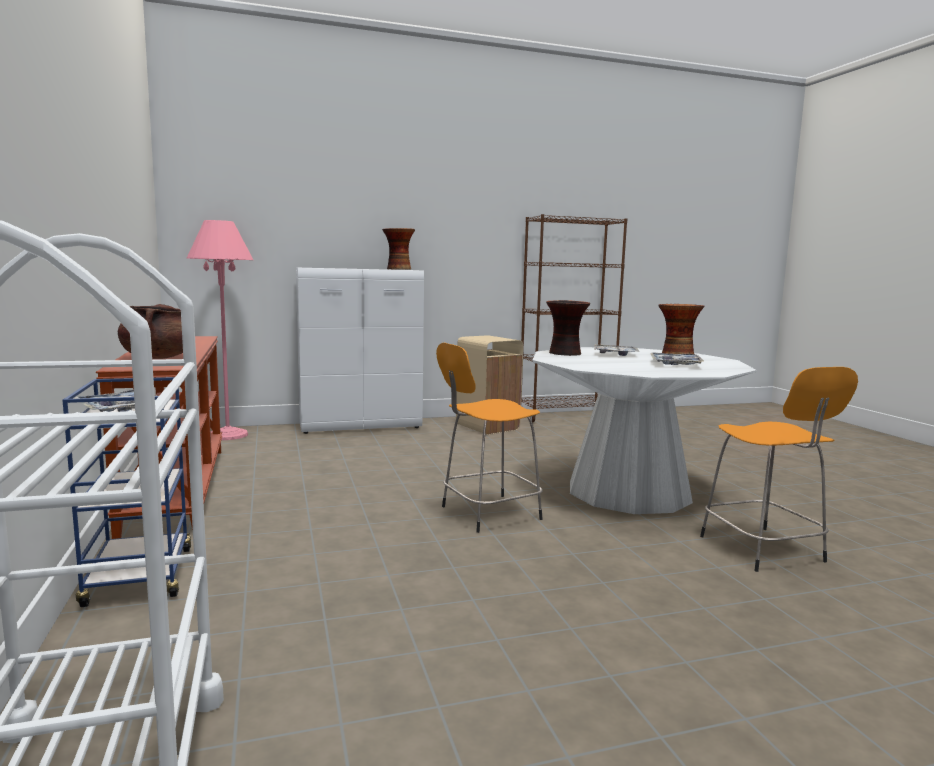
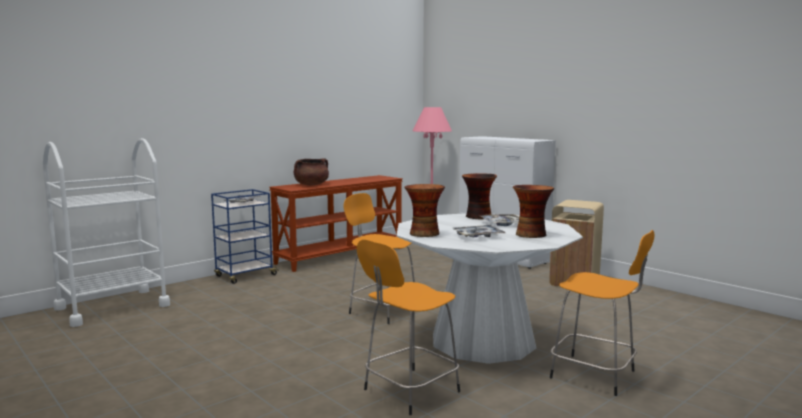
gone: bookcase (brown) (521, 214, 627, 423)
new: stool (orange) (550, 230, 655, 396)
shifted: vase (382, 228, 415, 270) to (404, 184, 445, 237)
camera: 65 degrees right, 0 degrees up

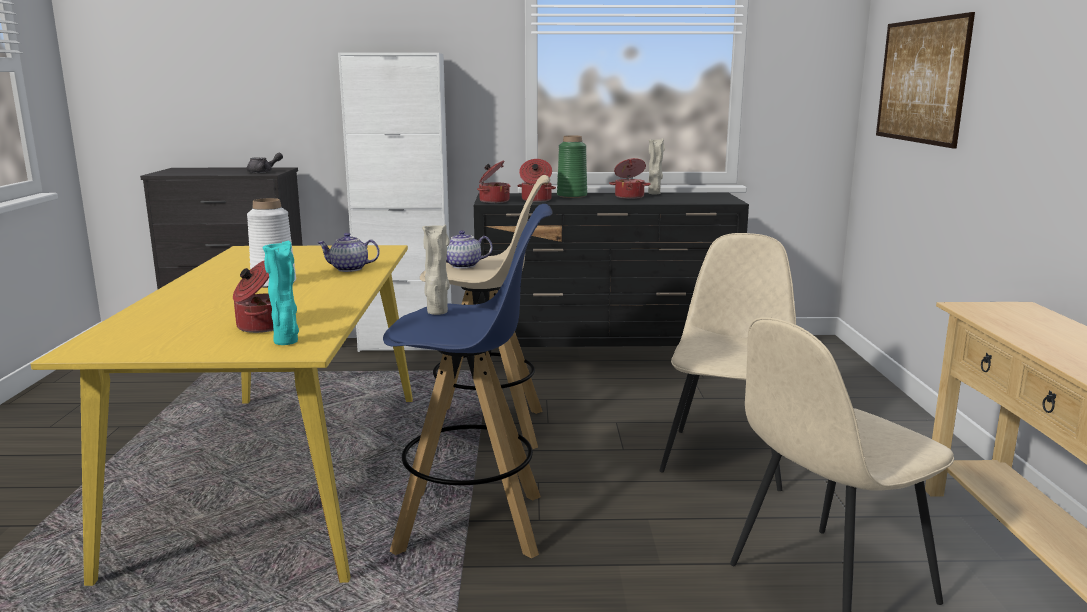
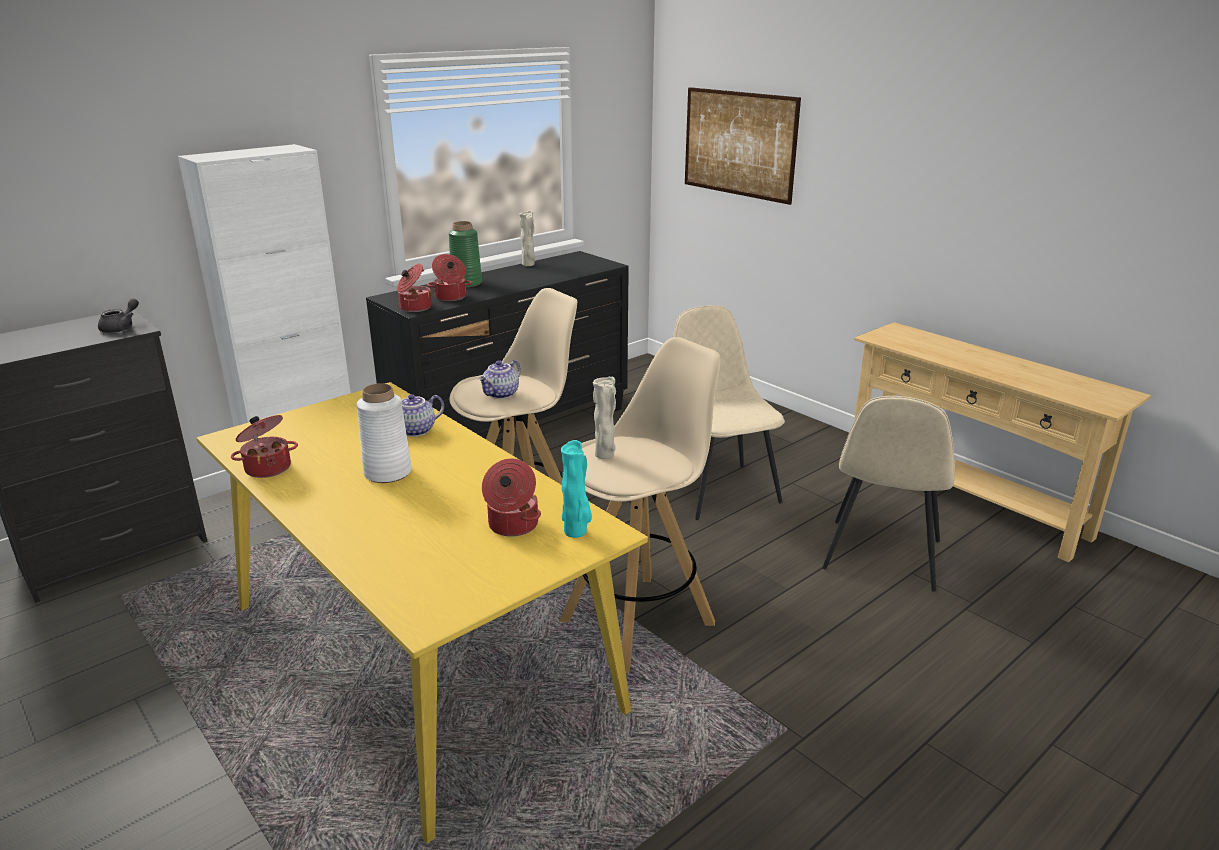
shifted: cooking pot (609, 158, 651, 199) to (231, 415, 298, 478)
repainted: stool (blue) (383, 204, 553, 558) to stool (beige) (560, 337, 720, 673)
camera: 40 degrees left, 10 degrees up

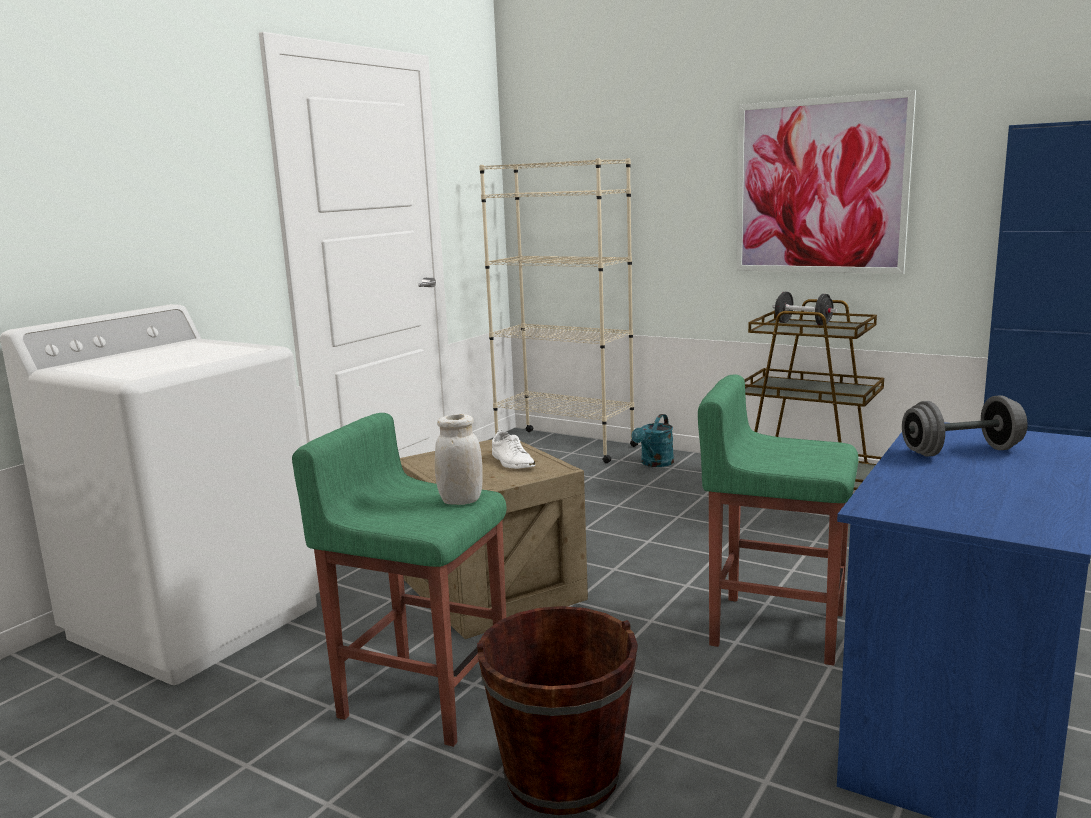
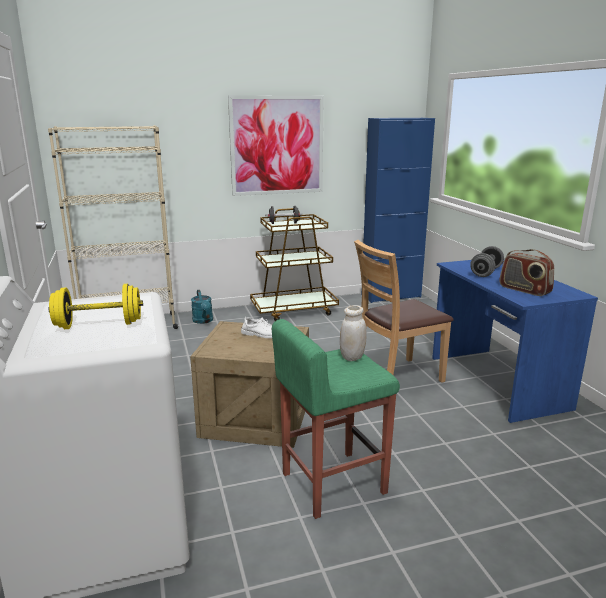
gone: bucket (brown) (477, 606, 638, 815)
new: radio (499, 249, 554, 296); dumbbell (yellow) (48, 284, 143, 329)
swapped: stool (green) (698, 374, 859, 666) to chair (brown) (354, 240, 454, 383)
camera: 50 degrees left, 5 degrees up

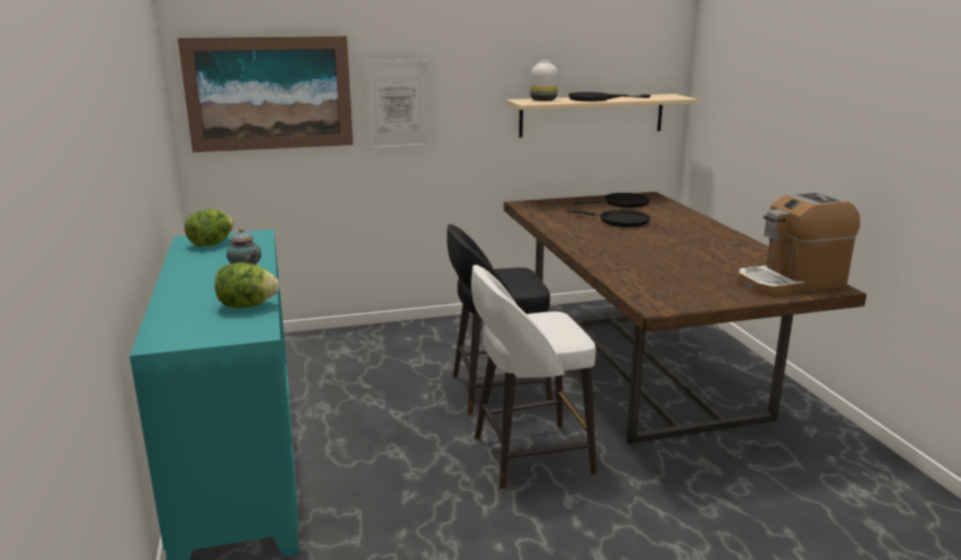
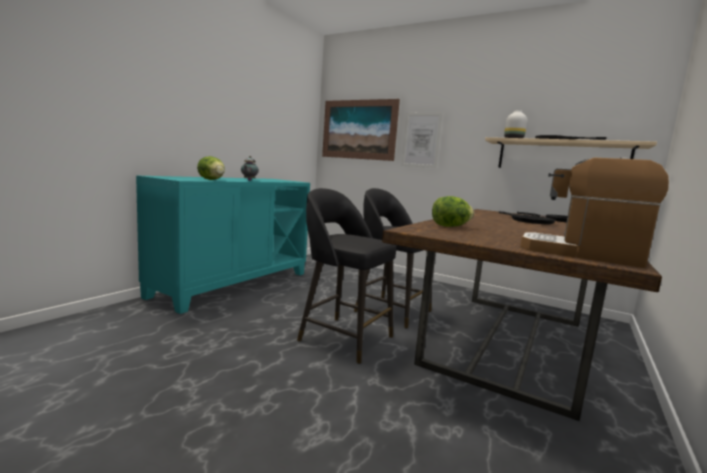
shifted: lettuce (184, 209, 234, 246) to (432, 196, 474, 227)
repainted: stool (white) (471, 265, 597, 490) to stool (black) (297, 188, 396, 364)
camera: 45 degrees right, 10 degrees down

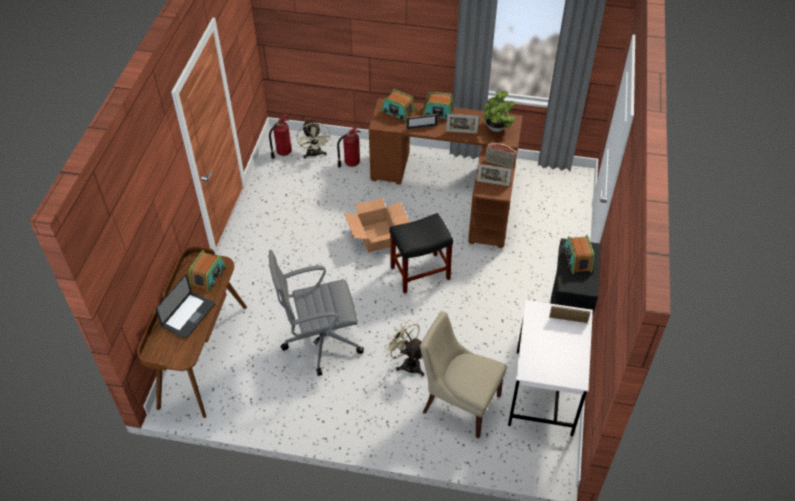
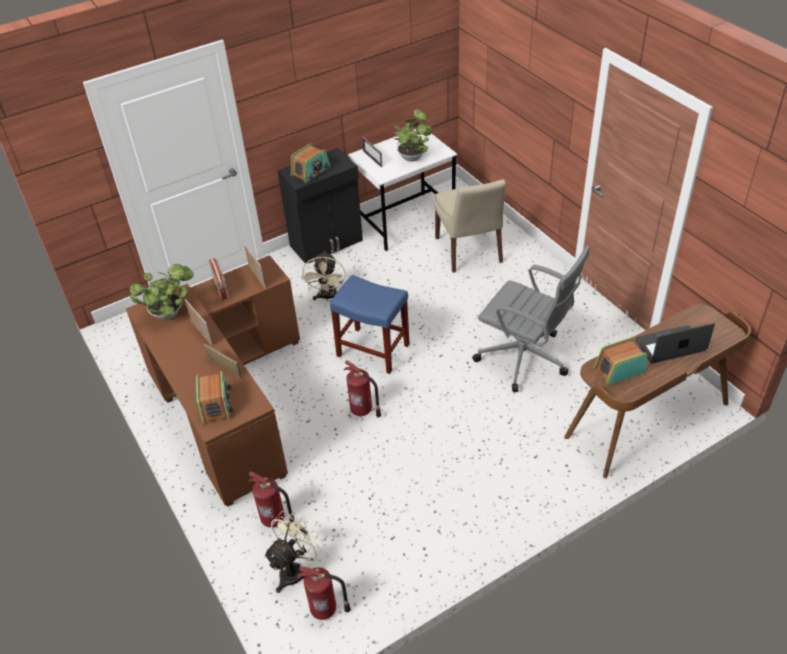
gone: radio (422, 92, 455, 119)
new: potted plant (393, 109, 432, 162)
shifted: fan (beige) (384, 320, 424, 376) to (302, 251, 346, 301)
swapped: cardboard box (344, 198, 410, 253) to fire extinguisher (344, 360, 381, 417)
repainted: stool (black) (389, 213, 453, 294) to stool (blue) (330, 275, 410, 374)
camera: 130 degrees left, 5 degrees down

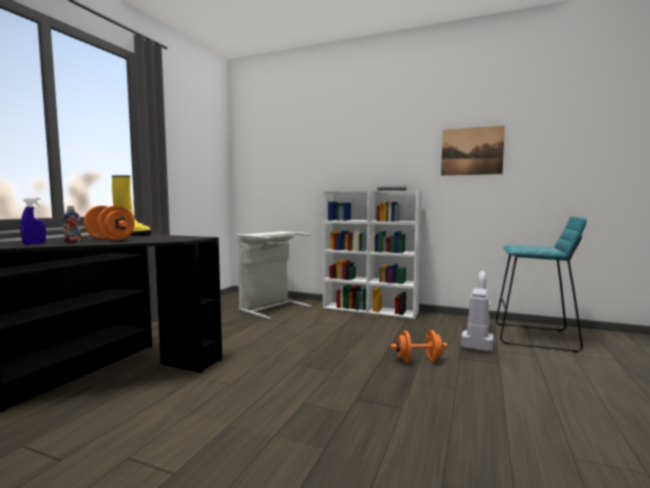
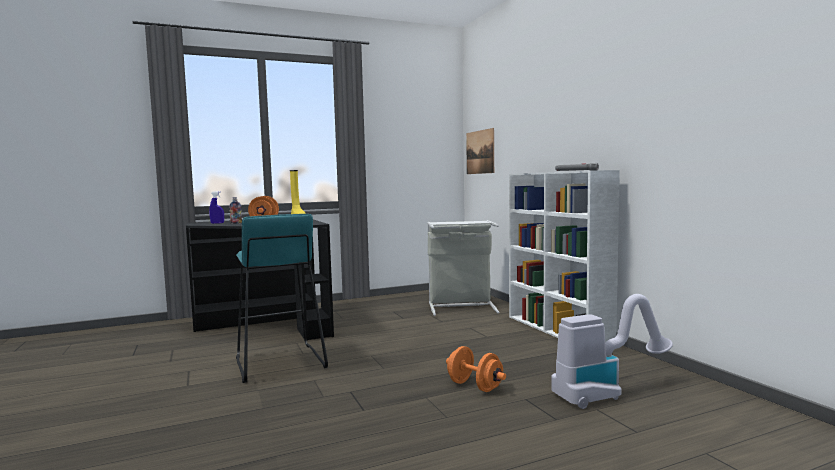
shifted: picture (441, 125, 505, 176) to (466, 128, 494, 174); stool (turquoise) (496, 217, 587, 353) to (236, 214, 328, 383)
camera: 45 degrees right, 0 degrees up

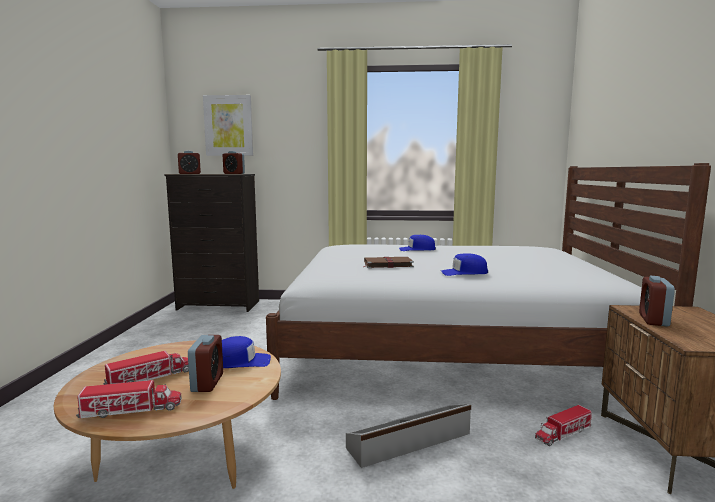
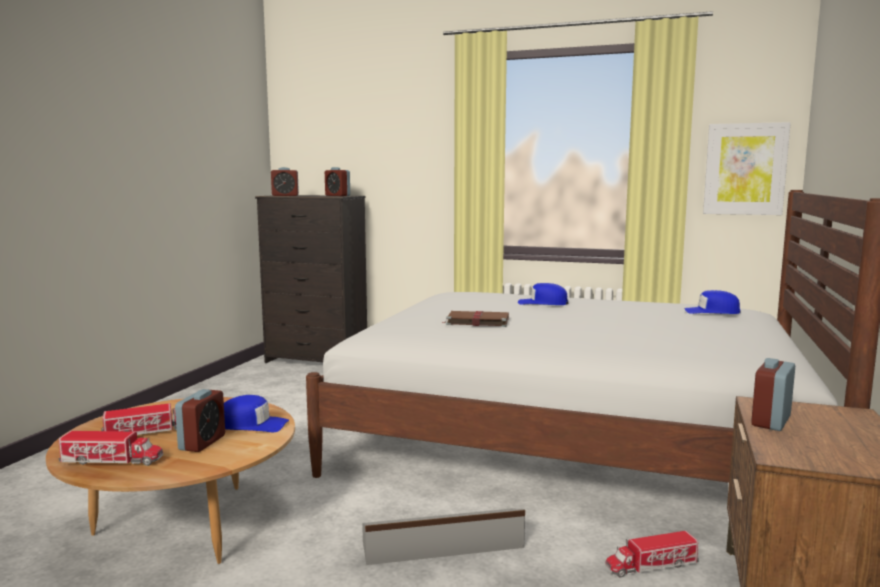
shifted: picture (203, 95, 253, 156) to (703, 122, 791, 215); cap (blue) (441, 253, 488, 276) to (684, 290, 741, 314)
camera: 15 degrees right, 0 degrees up

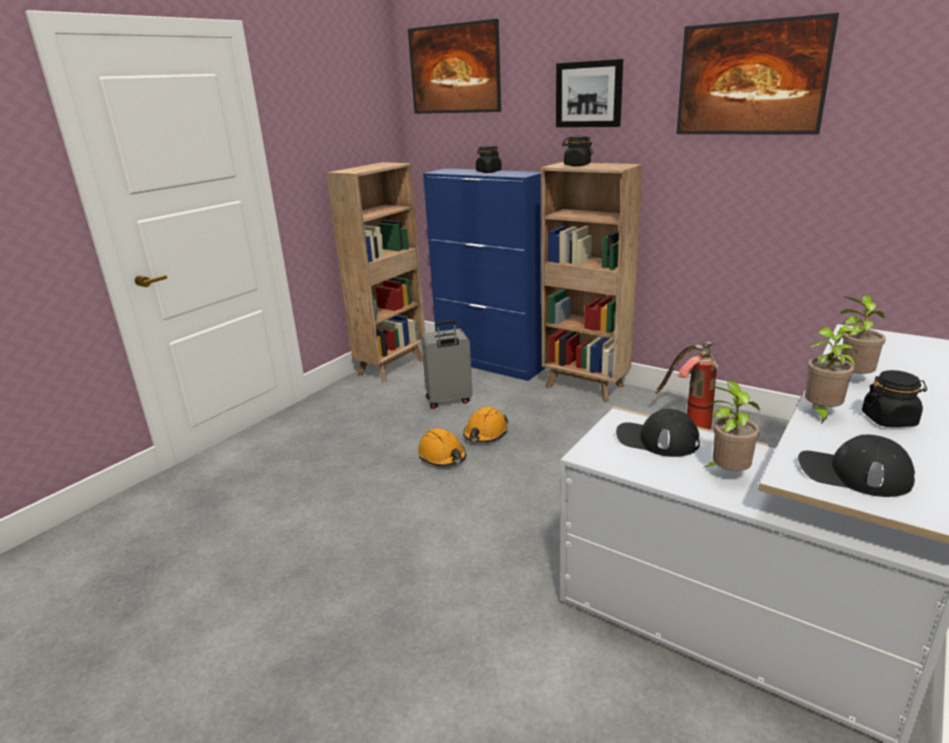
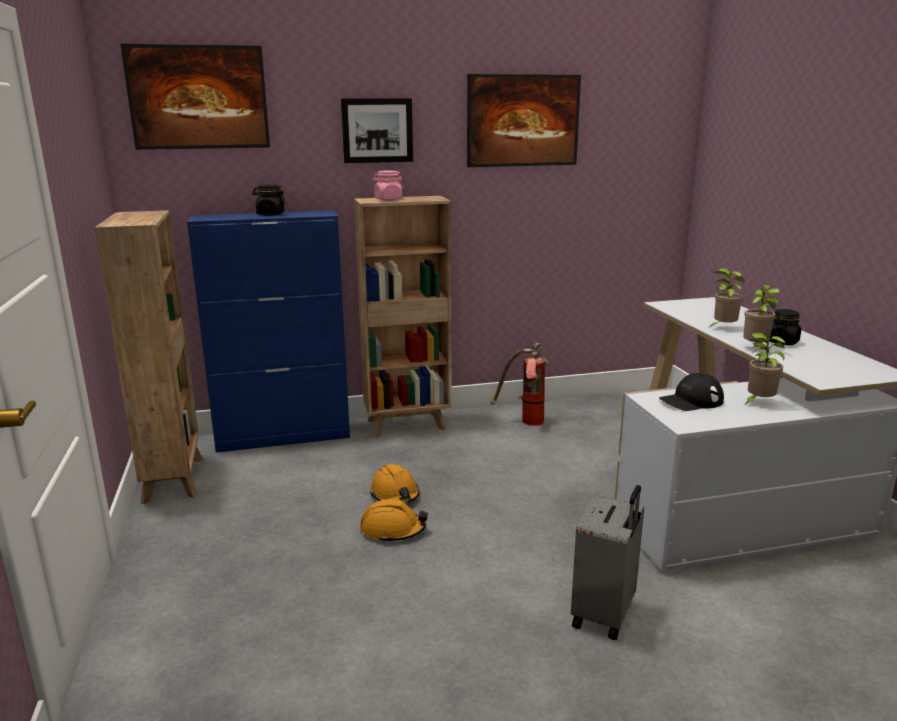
gone: cap (black) (798, 435, 915, 497)
shifted: suitcase (grey) (421, 320, 473, 409) to (571, 485, 644, 640)
repainted: jar (black) (562, 136, 593, 166) to jar (pink) (372, 170, 403, 201)
camera: 50 degrees left, 5 degrees down

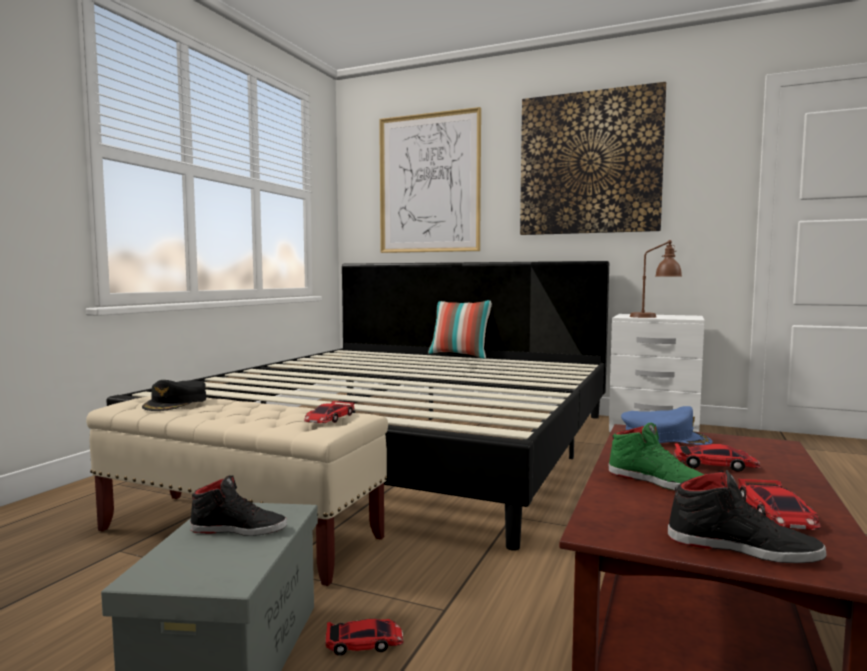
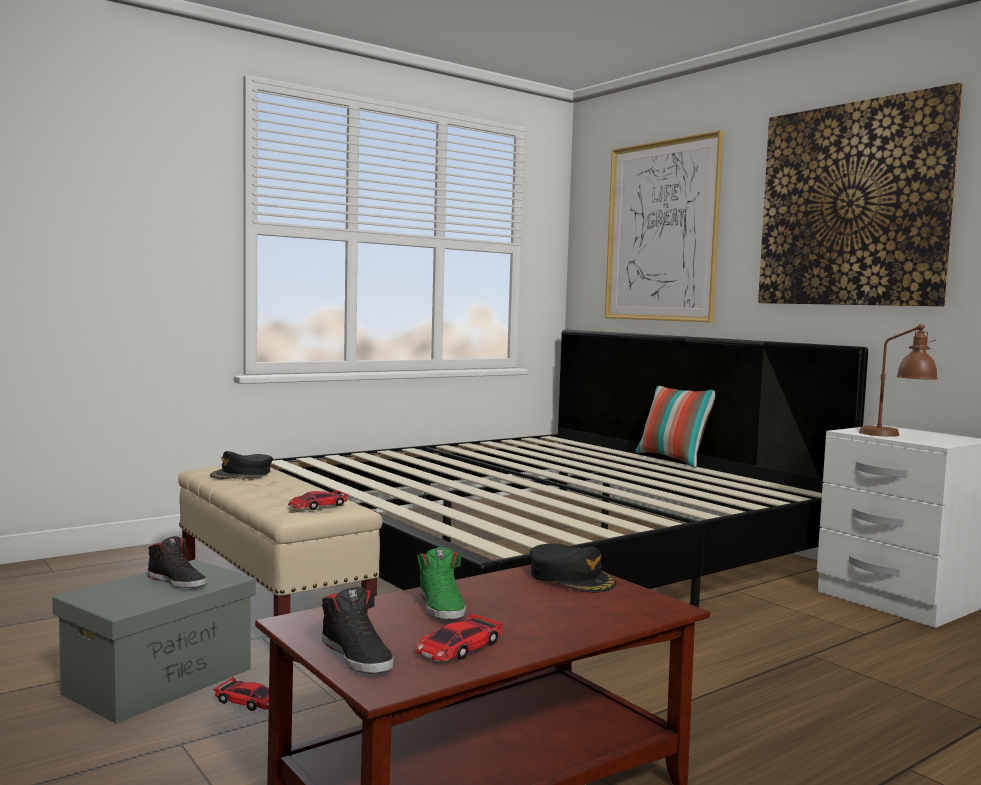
gone: toy car (674, 443, 761, 472)
repainted: cap (blue) (621, 406, 713, 445) to cap (black) (530, 543, 617, 592)
camera: 30 degrees right, 0 degrees up

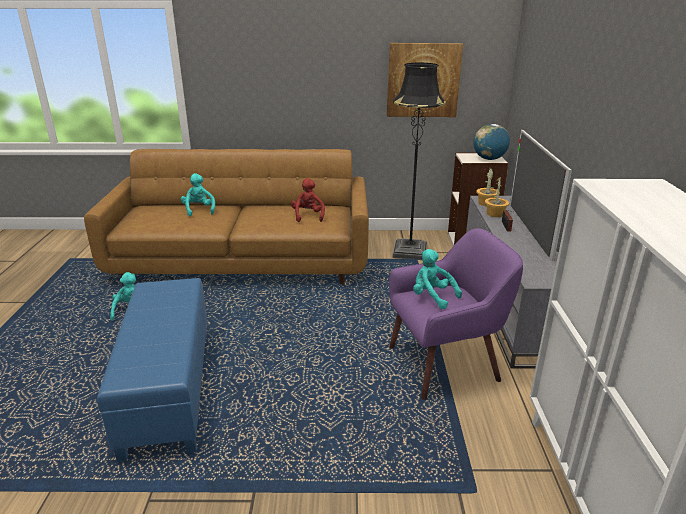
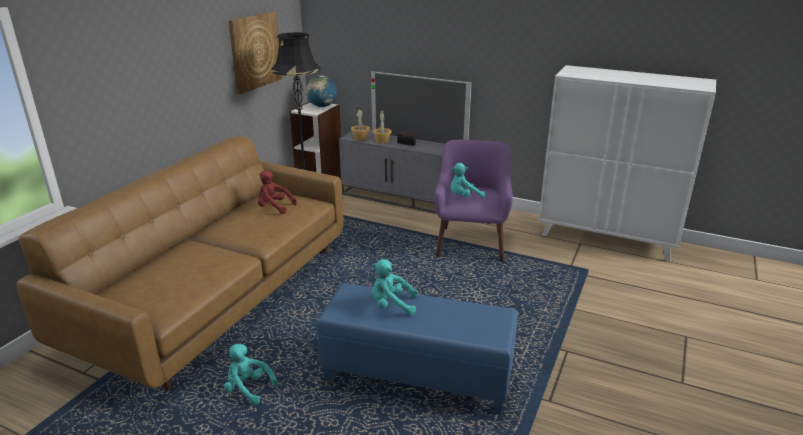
shifted: plush toy (turquoise) (181, 173, 215, 216) to (372, 259, 418, 315)
camera: 65 degrees left, 0 degrees up

